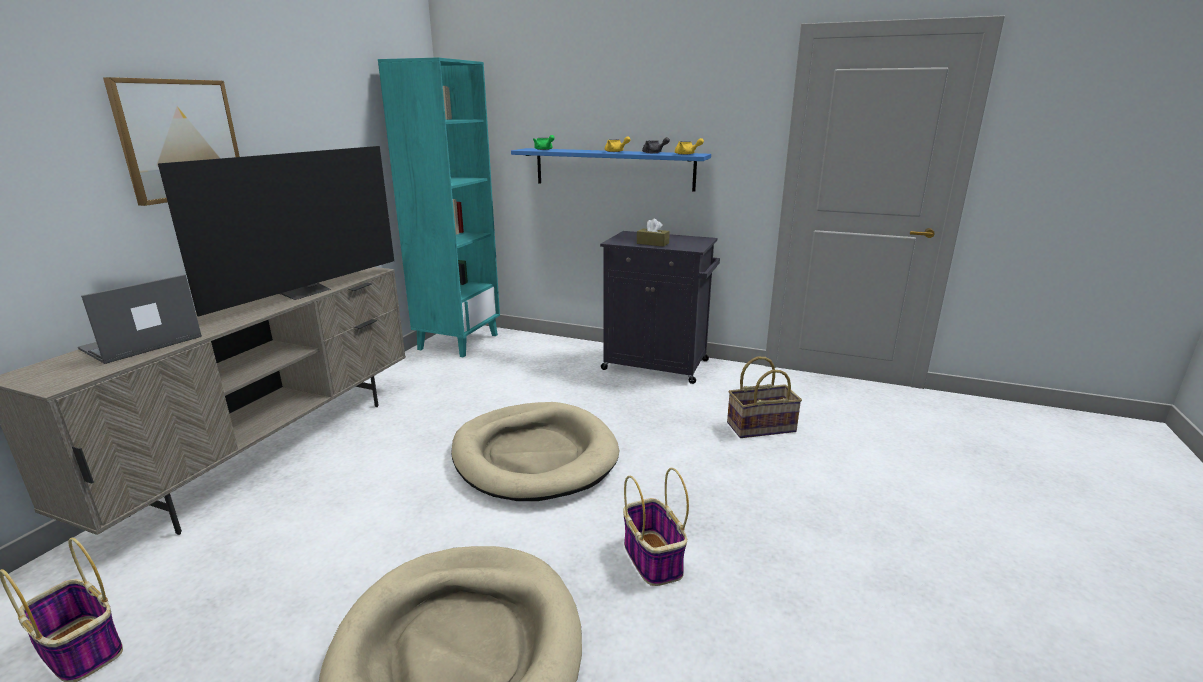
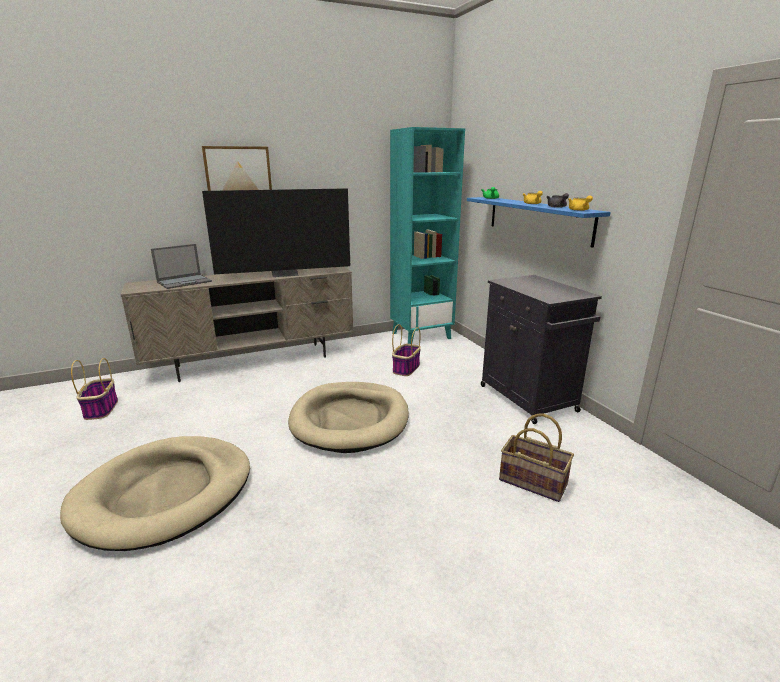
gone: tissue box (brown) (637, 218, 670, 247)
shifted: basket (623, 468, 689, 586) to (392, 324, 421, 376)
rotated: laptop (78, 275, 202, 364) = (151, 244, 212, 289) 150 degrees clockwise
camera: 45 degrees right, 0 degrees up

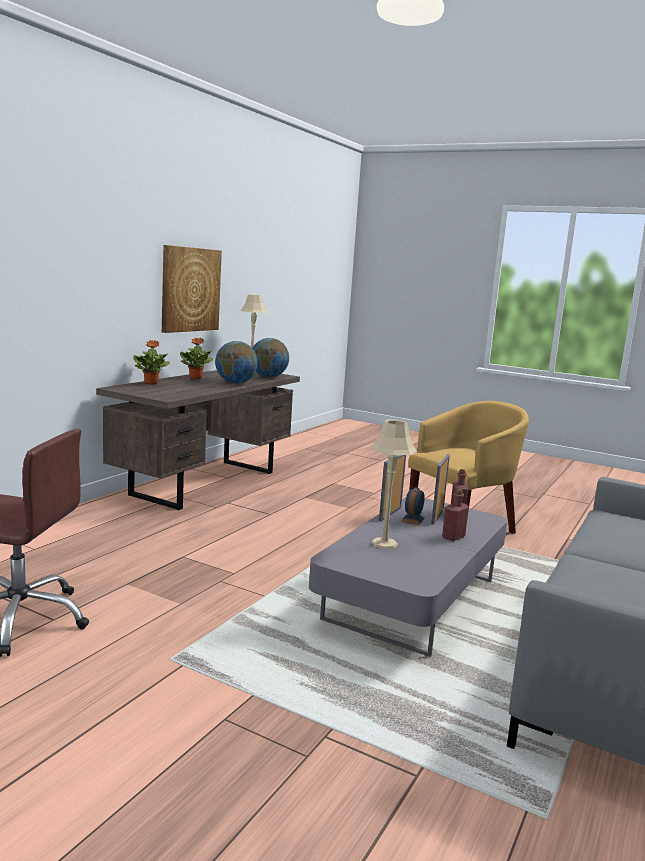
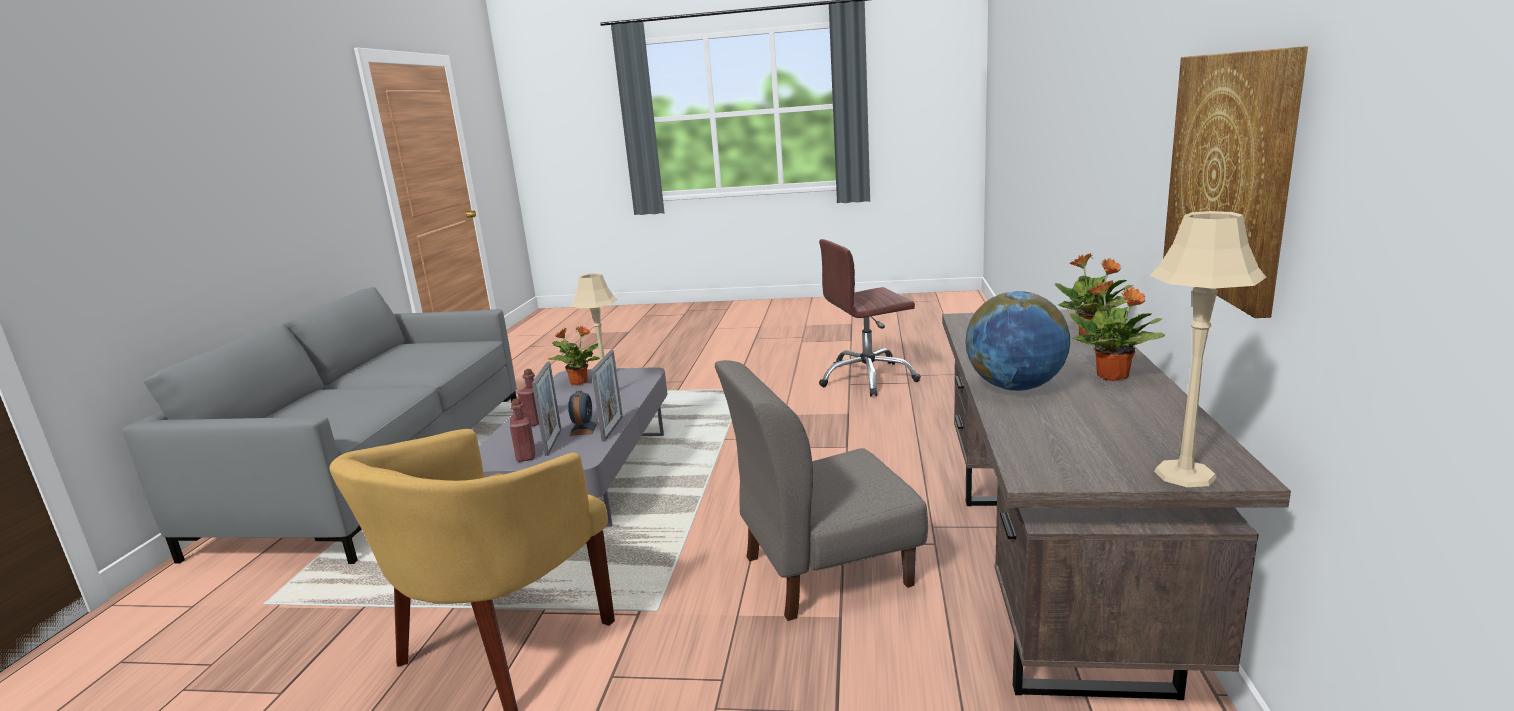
gone: globe (252, 338, 289, 378)
new: potted plant (549, 326, 600, 385); chair (grey) (715, 360, 928, 621)
camera: 160 degrees right, 5 degrees up

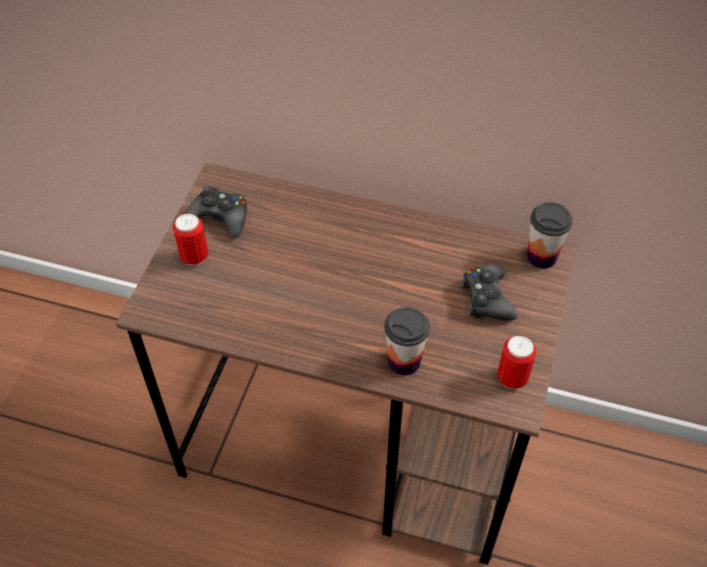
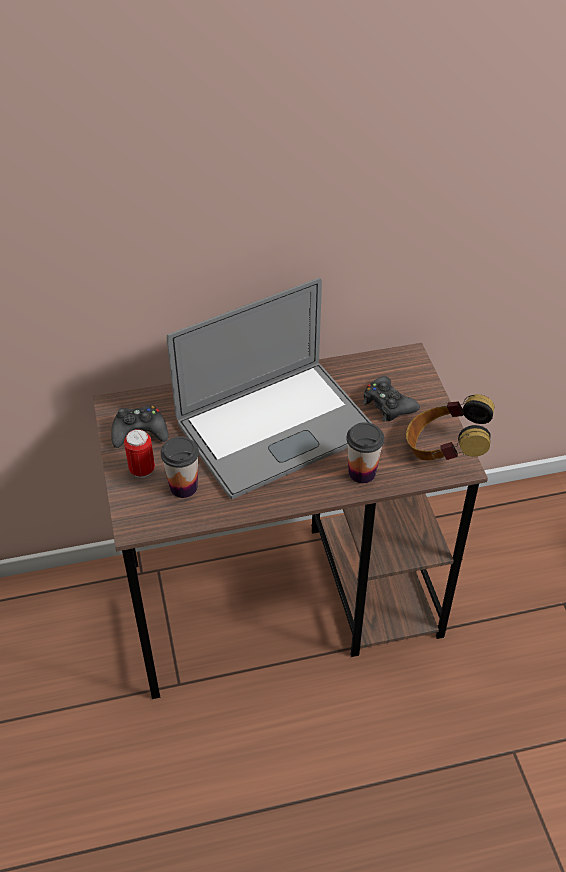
new: laptop (167, 277, 373, 499)
shifted: cup (527, 202, 573, 269) to (161, 436, 199, 498)
swapped: can (497, 335, 536, 389) to headphones (406, 394, 495, 460)
camera: 30 degrees left, 5 degrees down

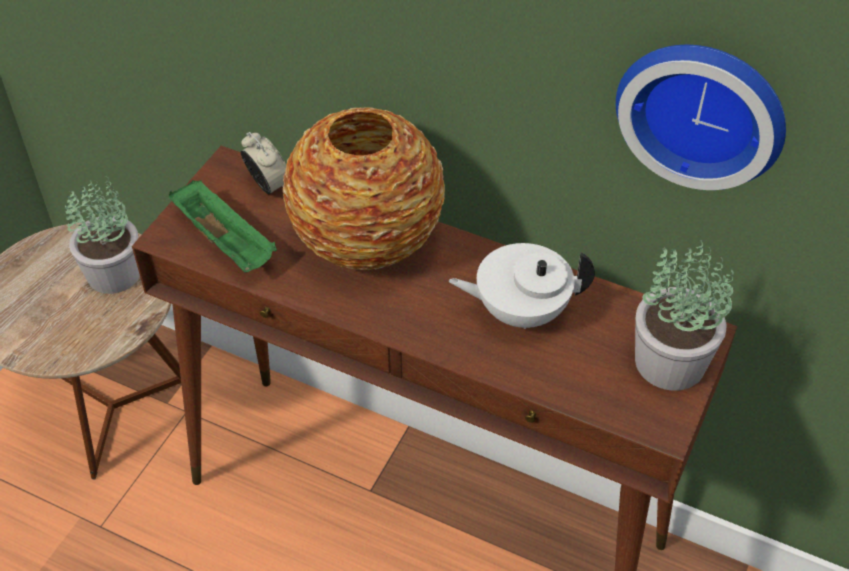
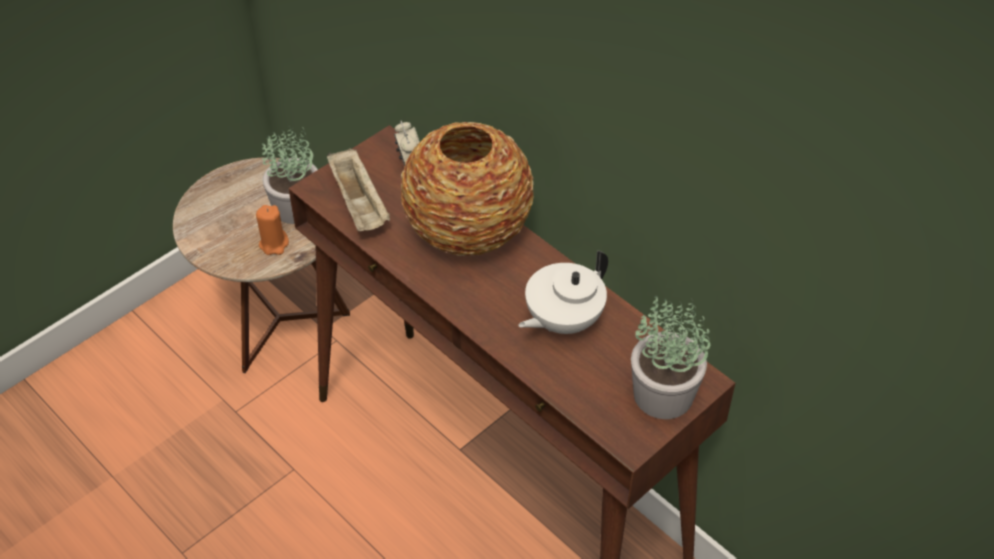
gone: wall clock (616, 45, 786, 190)
new: candle (orange) (256, 205, 289, 255)
repainted: tray (green) (168, 180, 277, 273) to tray (beige) (327, 148, 390, 231)
rotated: teapot (white) (449, 243, 595, 329) = (518, 251, 608, 334) 60 degrees counterclockwise
camera: 20 degrees right, 0 degrees up

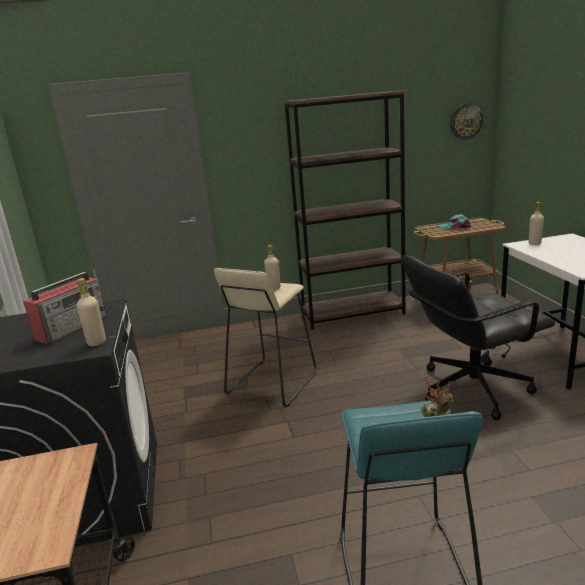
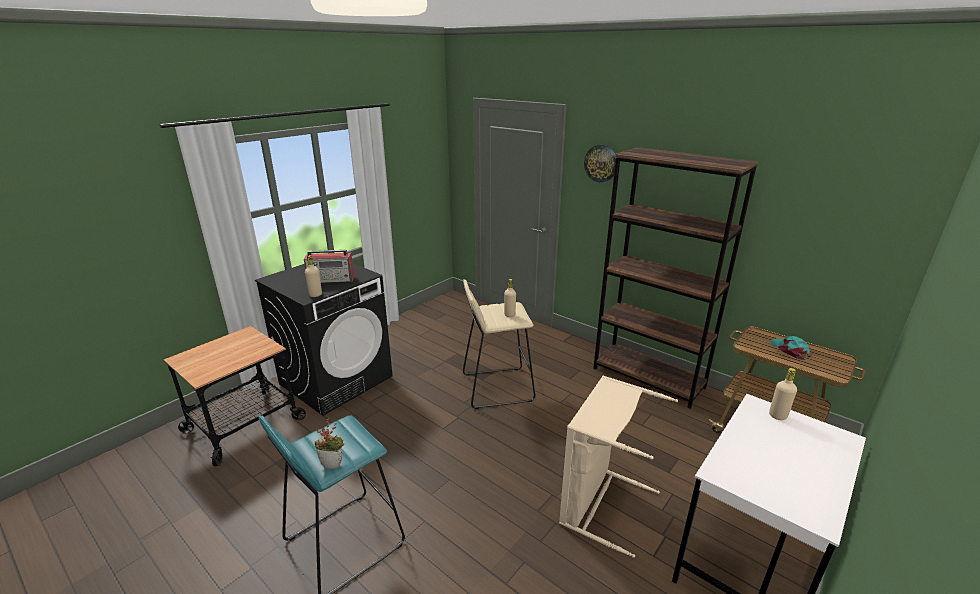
shifted: wall clock (450, 103, 483, 140) to (584, 145, 616, 182)
swapped: office chair (black) (402, 255, 555, 420) to laundry basket (beige) (559, 375, 678, 558)
camera: 50 degrees right, 5 degrees up

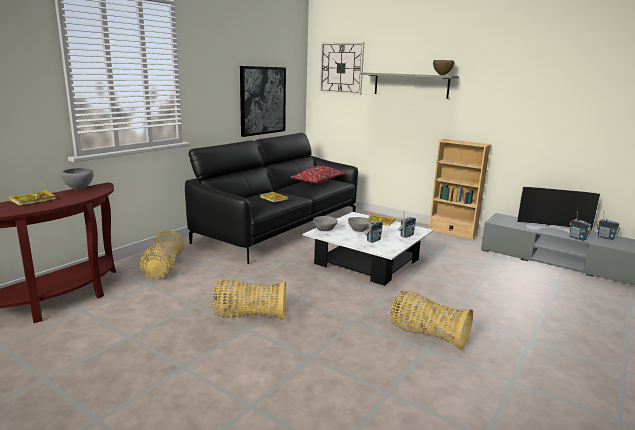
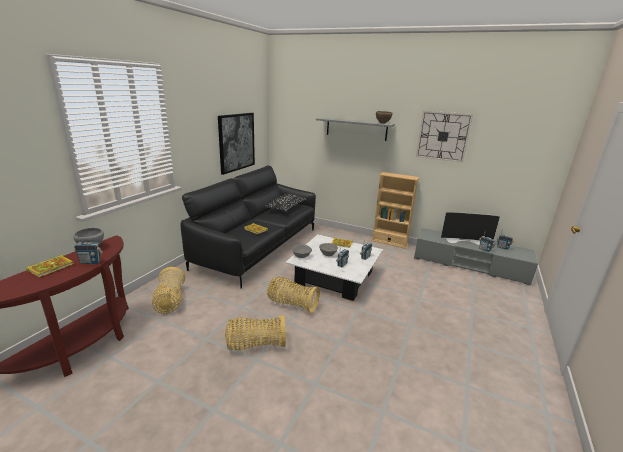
new: radio (74, 233, 103, 264)
shifted: wall clock (320, 42, 364, 95) to (416, 111, 473, 163); basket (390, 291, 473, 350) to (267, 276, 320, 313)
repainted: pillow (red) (291, 166, 345, 184) to pillow (black) (265, 194, 306, 212)
camera: 10 degrees left, 5 degrees up

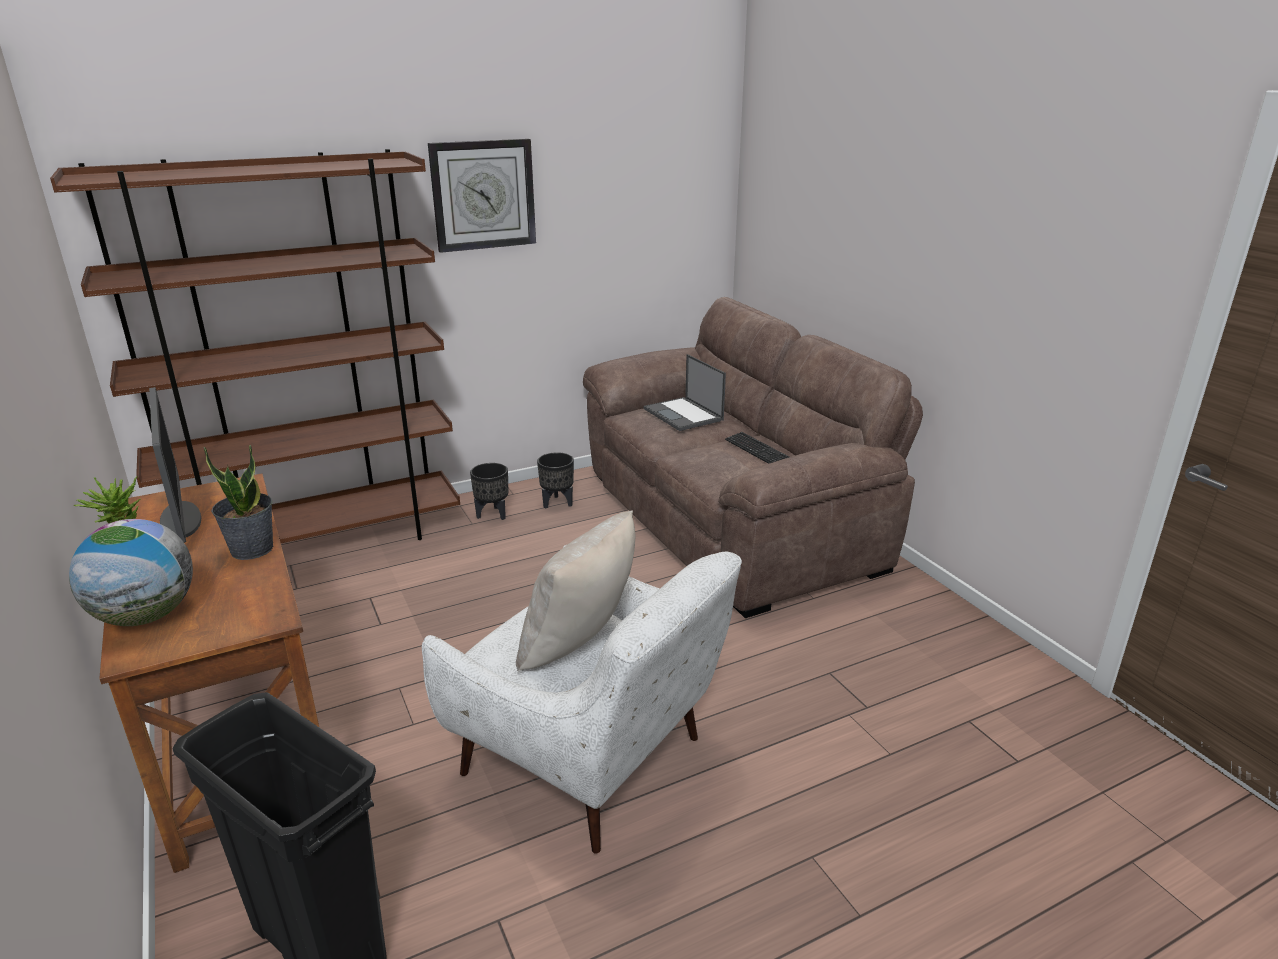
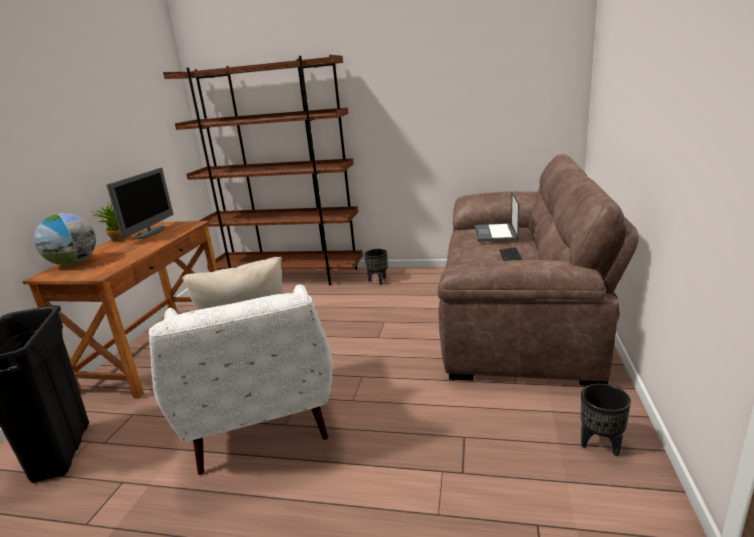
gone: wall clock (428, 139, 536, 253); potted plant (204, 445, 273, 560)
shifted: planter (black) (537, 452, 574, 509) to (581, 383, 631, 457)
camera: 40 degrees right, 5 degrees down

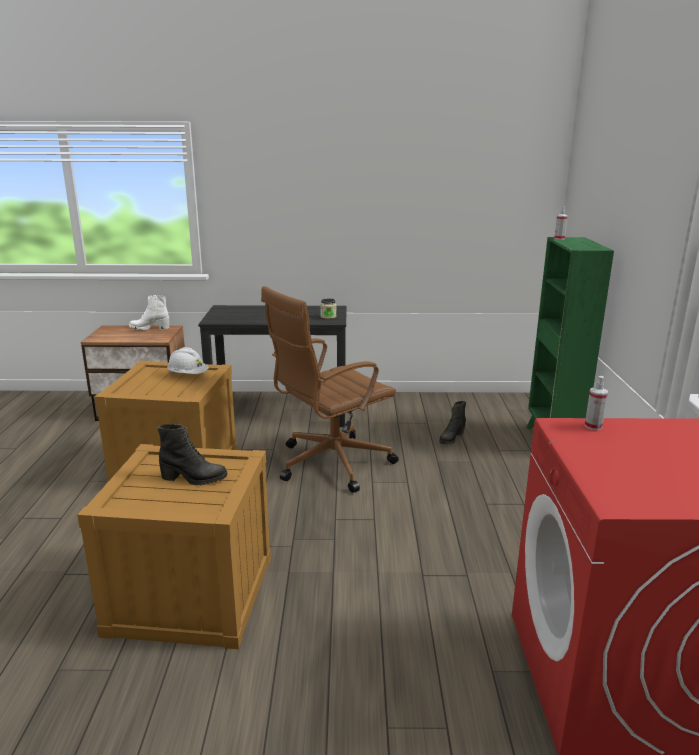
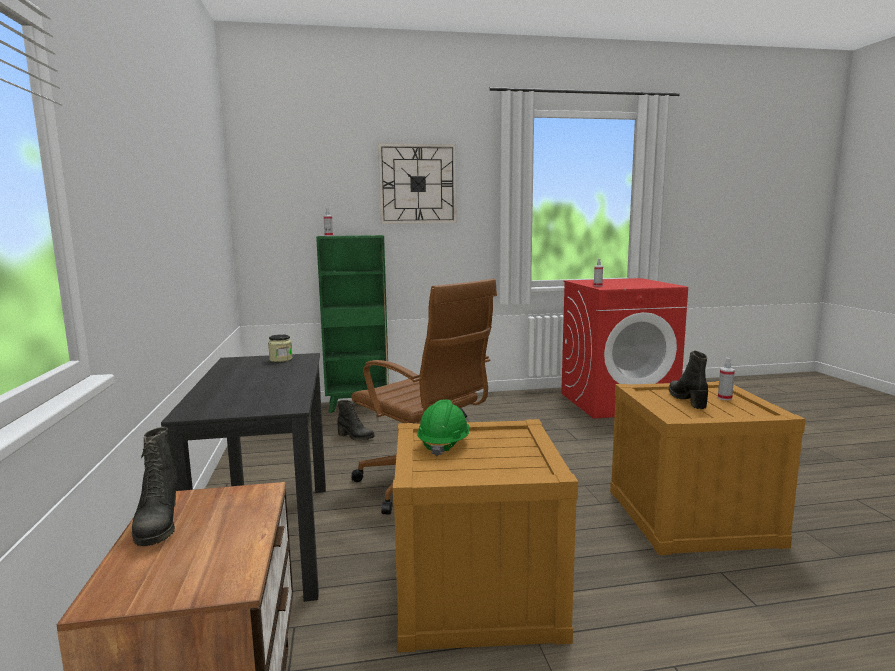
new: wall clock (378, 143, 456, 224); spray bottle (718, 358, 735, 400)
repainted: boot (white) (129, 295, 170, 330) to boot (black) (132, 427, 177, 547); hard hat (white) (167, 347, 209, 374) to hard hat (green) (417, 400, 470, 457)
camera: 100 degrees left, 10 degrees down

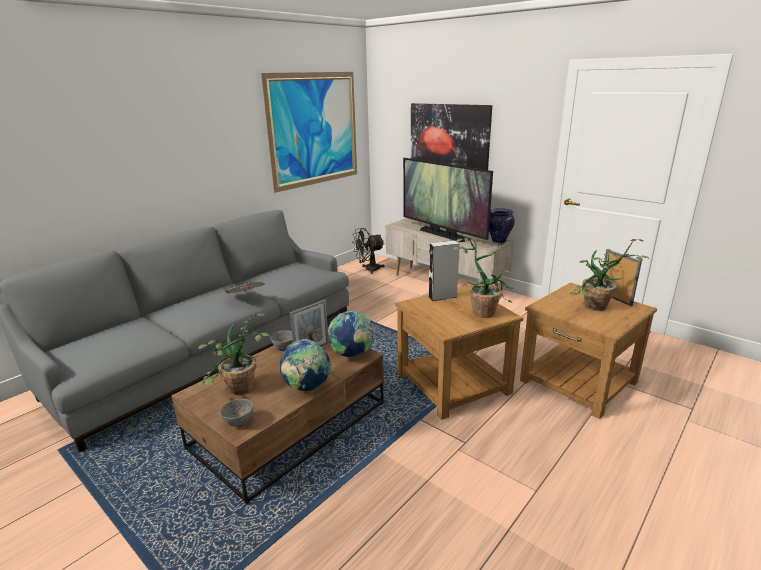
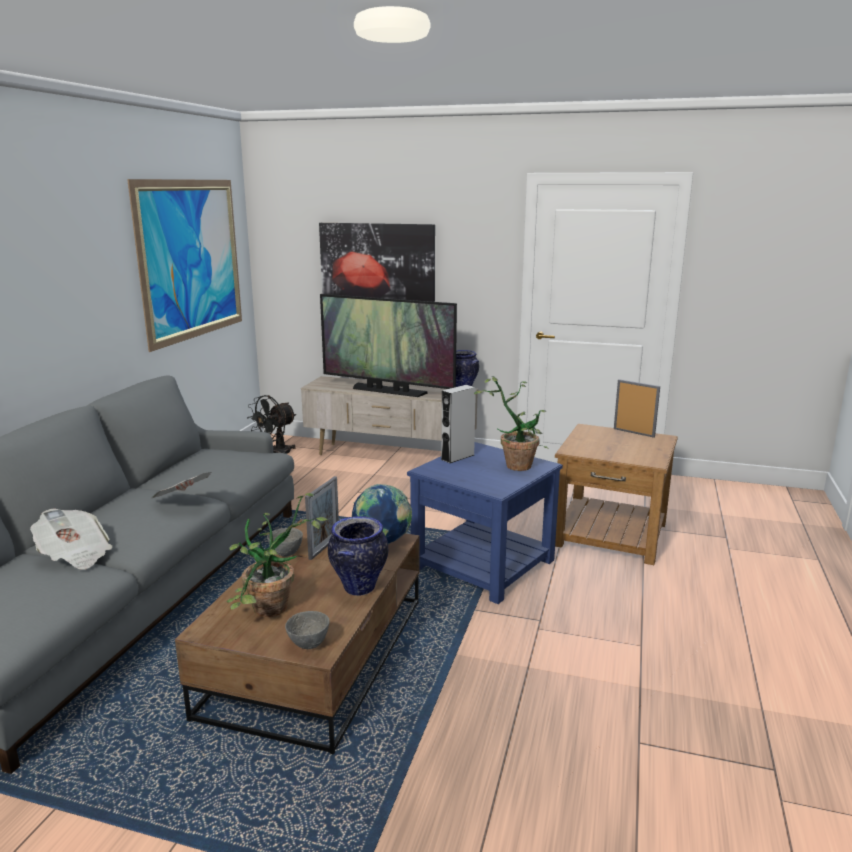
gone: potted plant (570, 239, 648, 311)
new: newspaper (30, 509, 113, 570)
swapped: globe (279, 339, 332, 392) to vase (328, 516, 388, 596)
repainted: side table (brown) (395, 286, 523, 420) to side table (blue) (407, 442, 563, 604)
camera: 25 degrees left, 5 degrees down

